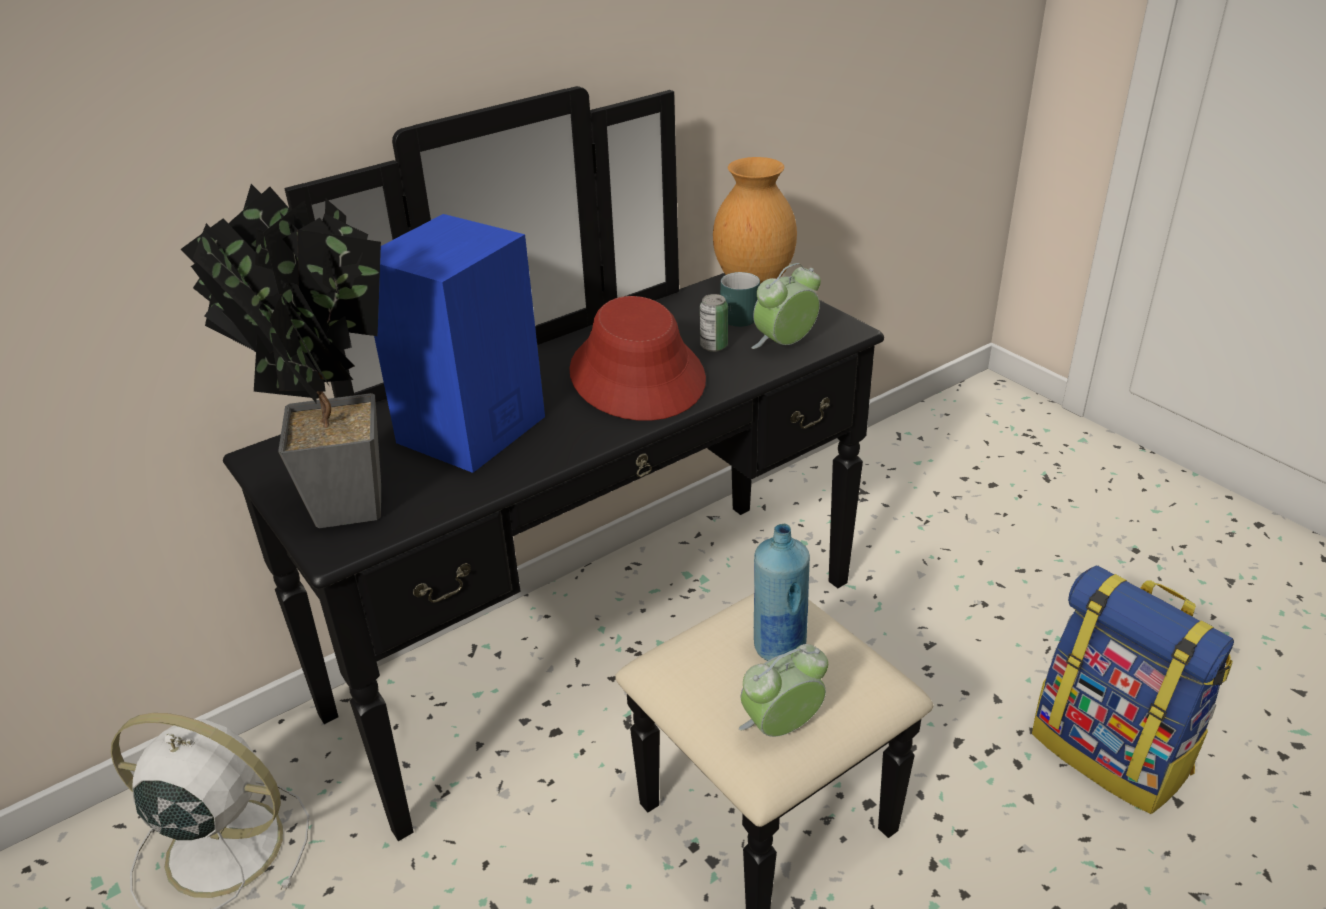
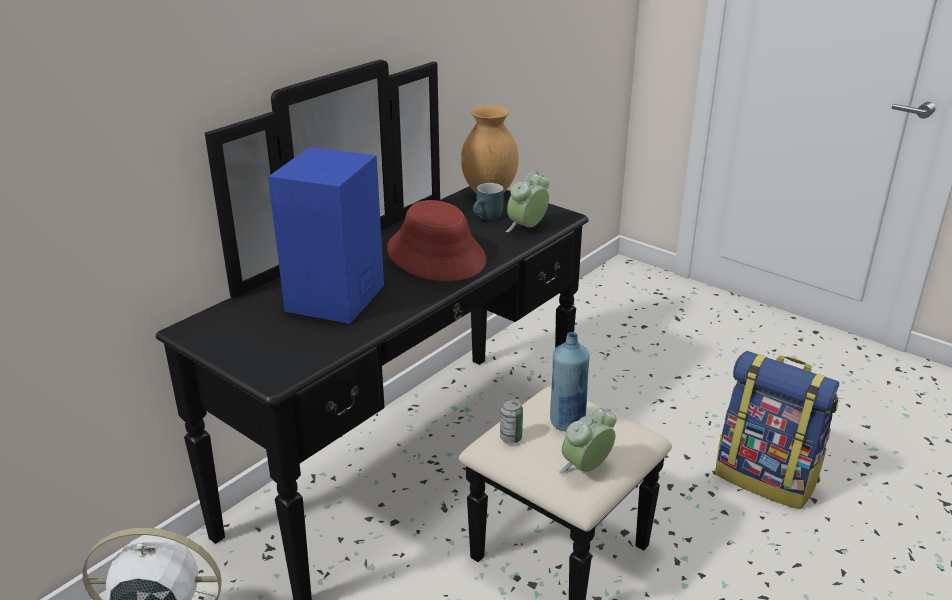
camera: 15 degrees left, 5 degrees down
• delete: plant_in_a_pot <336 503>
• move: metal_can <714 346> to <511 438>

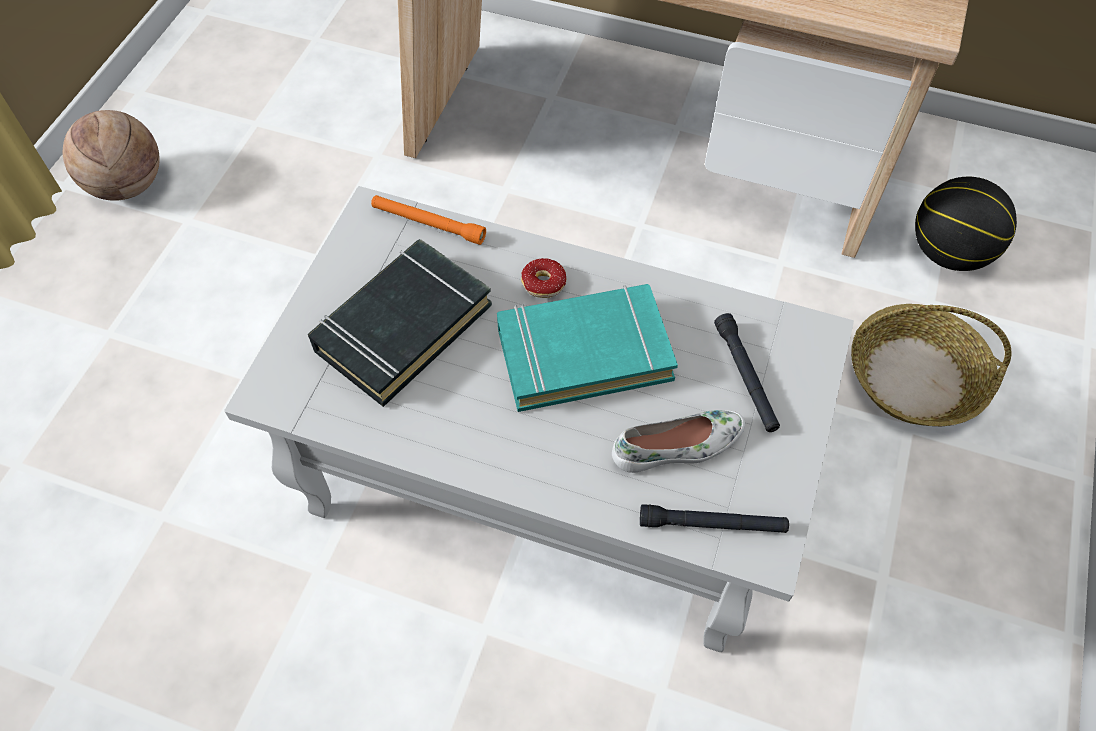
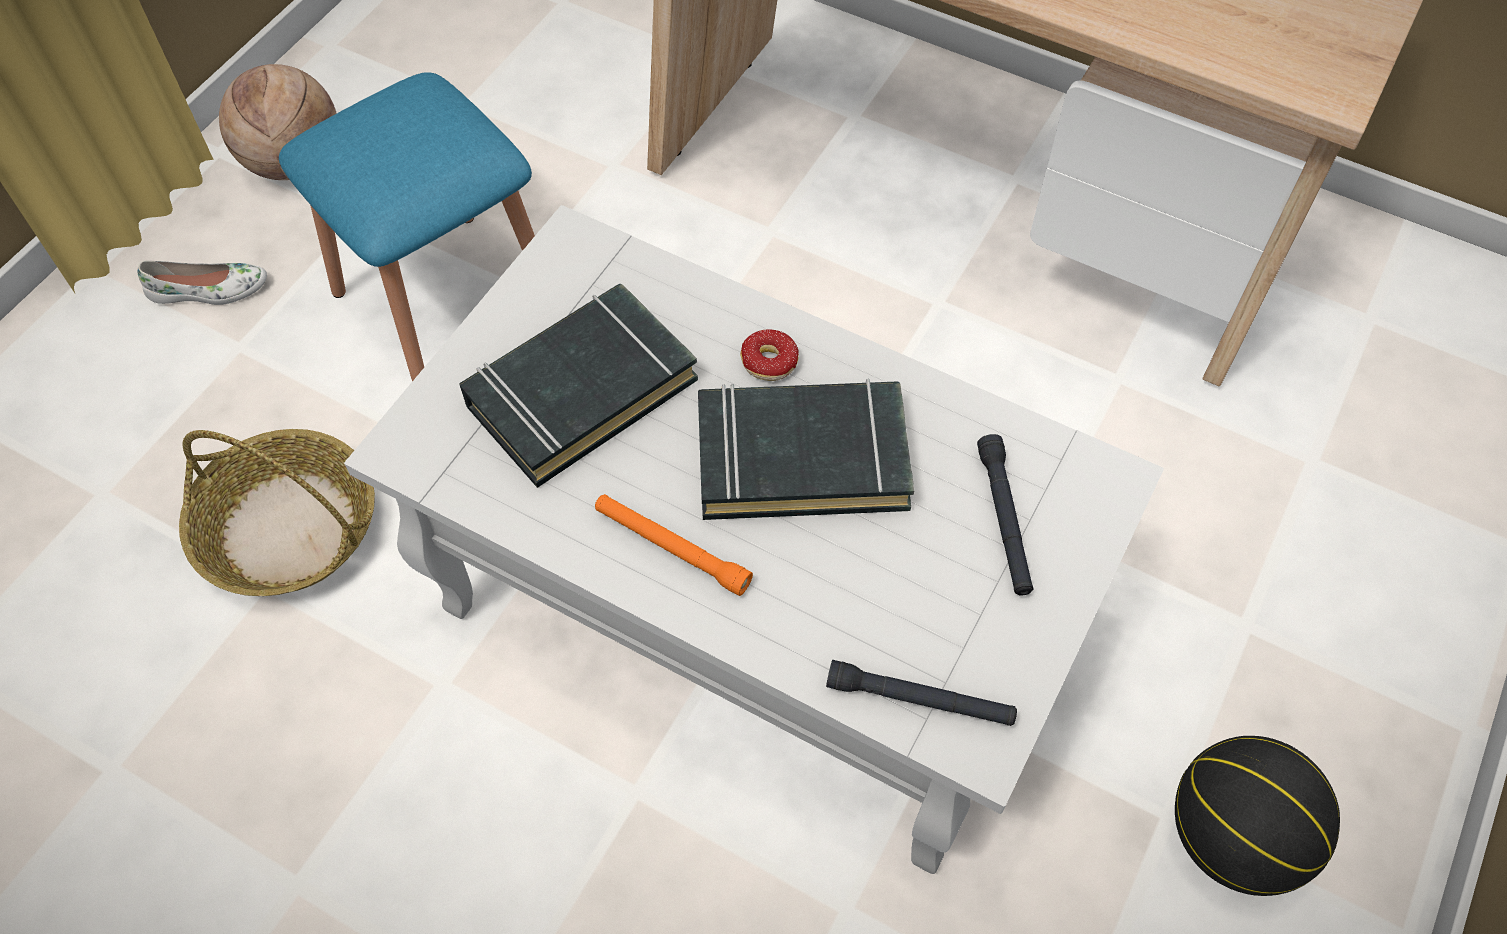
camera: 10 degrees right, 0 degrees up
• insert: blue_sitting_stool <446 300>
• move: orange-coloured_hand_torch <428 224> to <671 548>
• move: white_item_of_footwear <678 447> to <209 290>
• move: storage_basket <913 378> to <287 529>
• move: ball_for_basketball <948 253> to <1232 838>
• recolor: blue-green_bound_book <584 353> to black-coloured_bound_book <802 458>

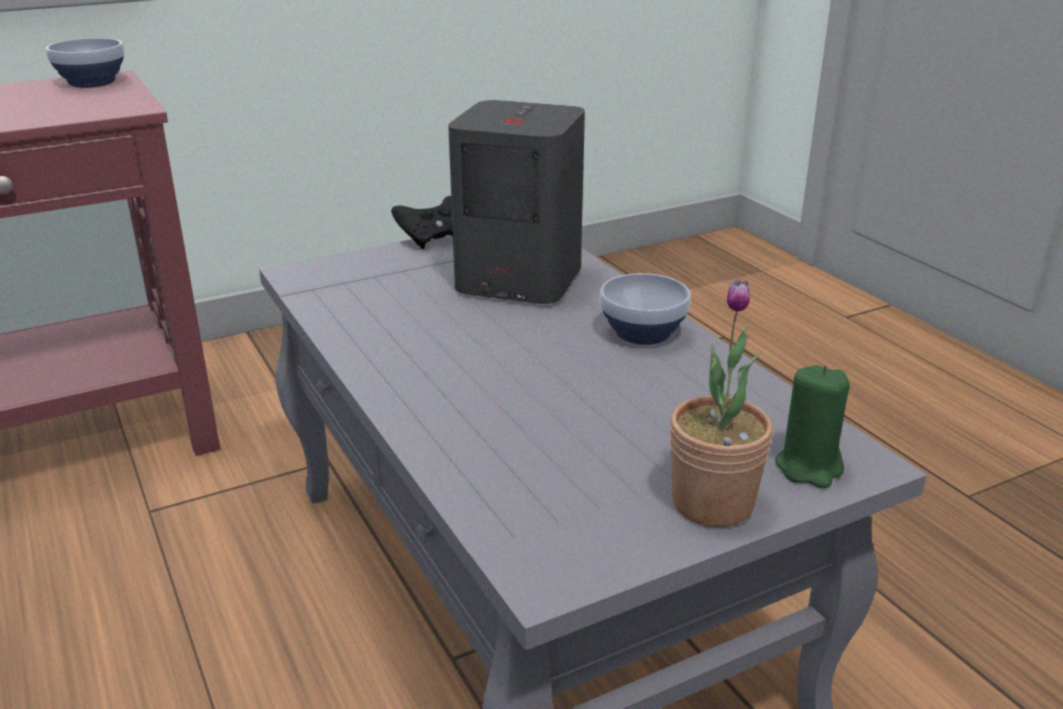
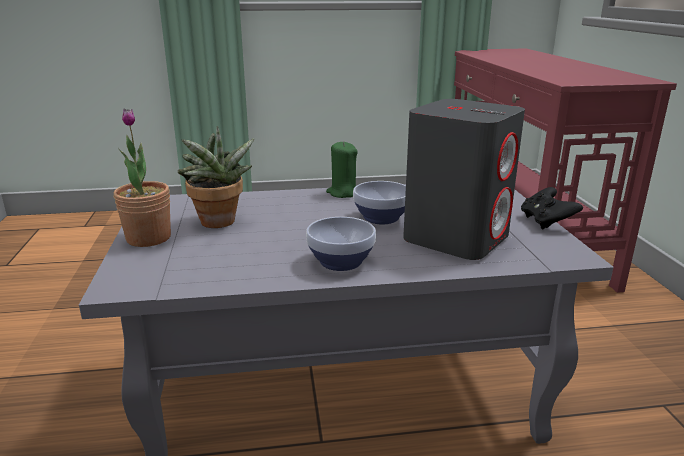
camera: 110 degrees right, 5 degrees down
• insert: plant_in_a_pot <219 224>
• move: deep_dish <90 82> to <382 218>
• move: green_wax_light <809 467> to <343 193>

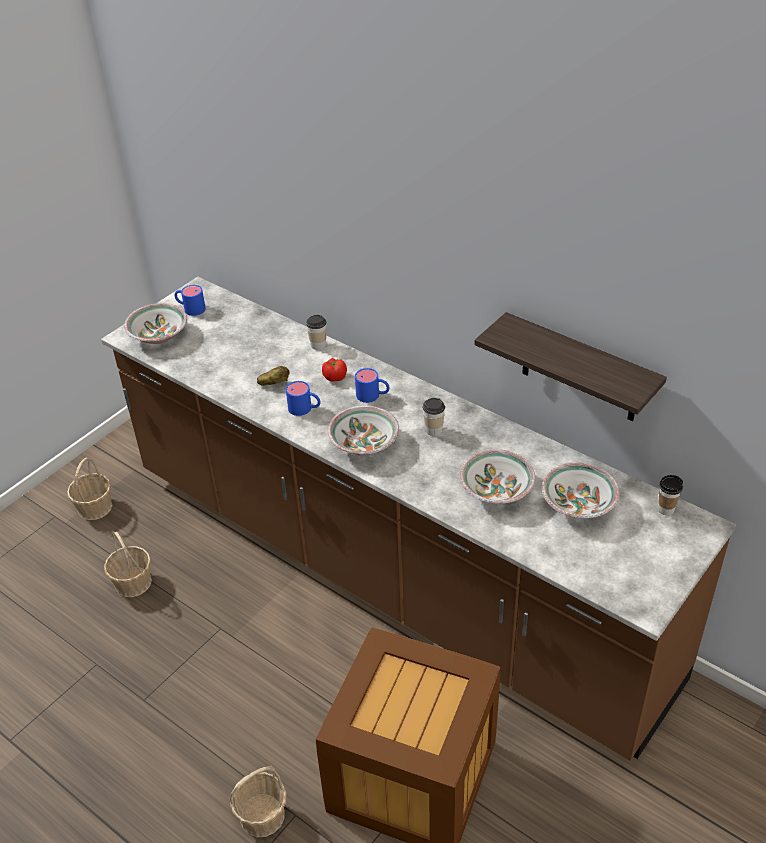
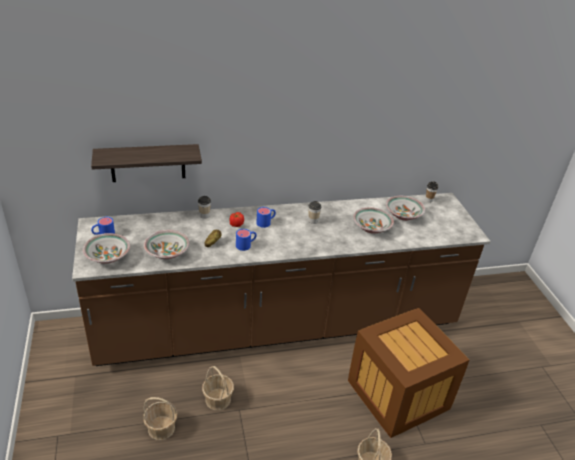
camera: 55 degrees left, 5 degrees down
• move: storage_basket <95 507> to <218 399>
• move: deep_dish <364 444> to <167 253>
• move: bracket_shelf <580 369> to <148 163>

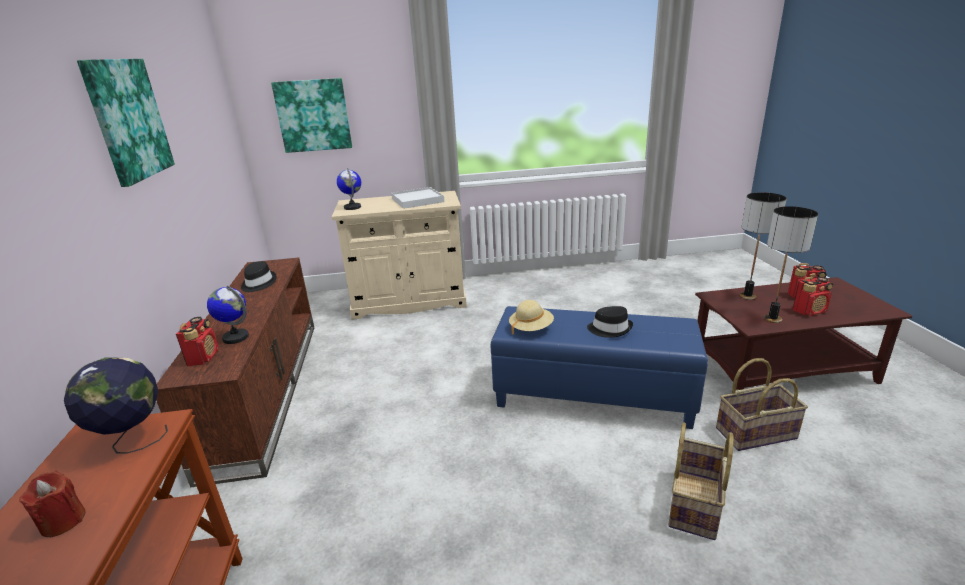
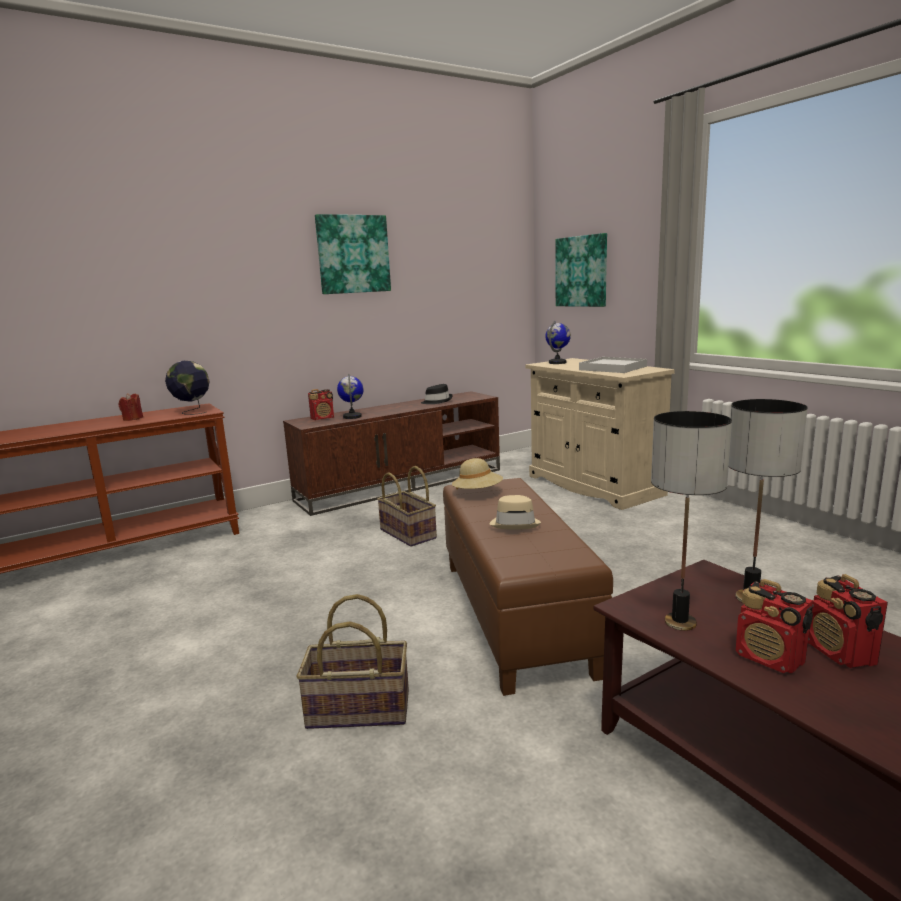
camera: 65 degrees right, 10 degrees down
• move: storage_basket <755 432> to <409 533>
• recolor: blue_pouffe <593 395> to brown_pouffe <515 614>
• recolor: black-coloured_hat <610 329> to sand-coloured_hat <515 524>

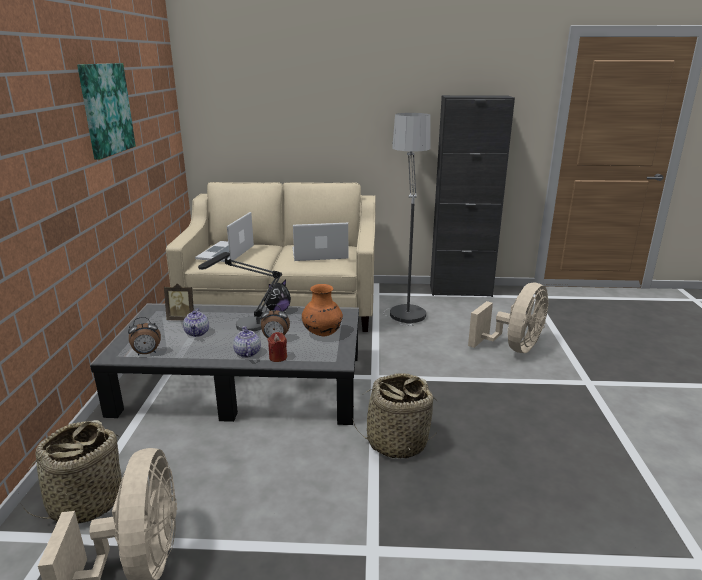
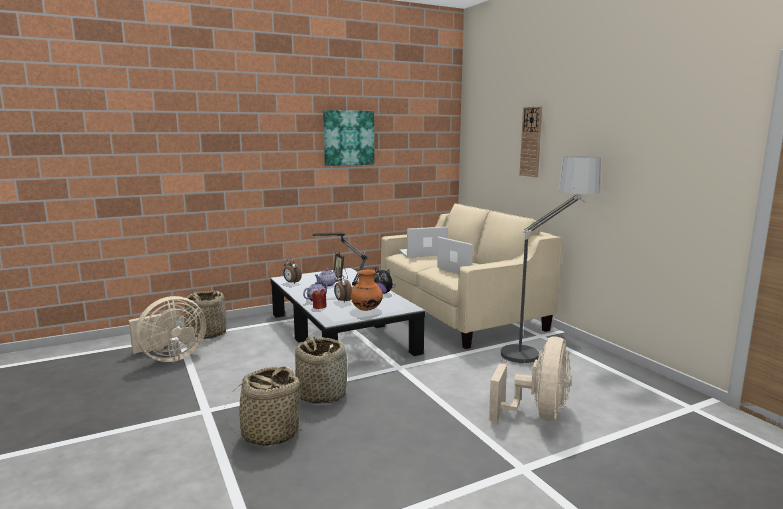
camera: 60 degrees right, 10 degrees down
• delete: black-coloured_storage_cabinet <460 291>
• insert: storage_basket <270 433>
• insert: hanging_clock <531 142>
• rotate: sand-coloured_cooling_fan <513 347> = <537 415> 75 degrees counterclockwise

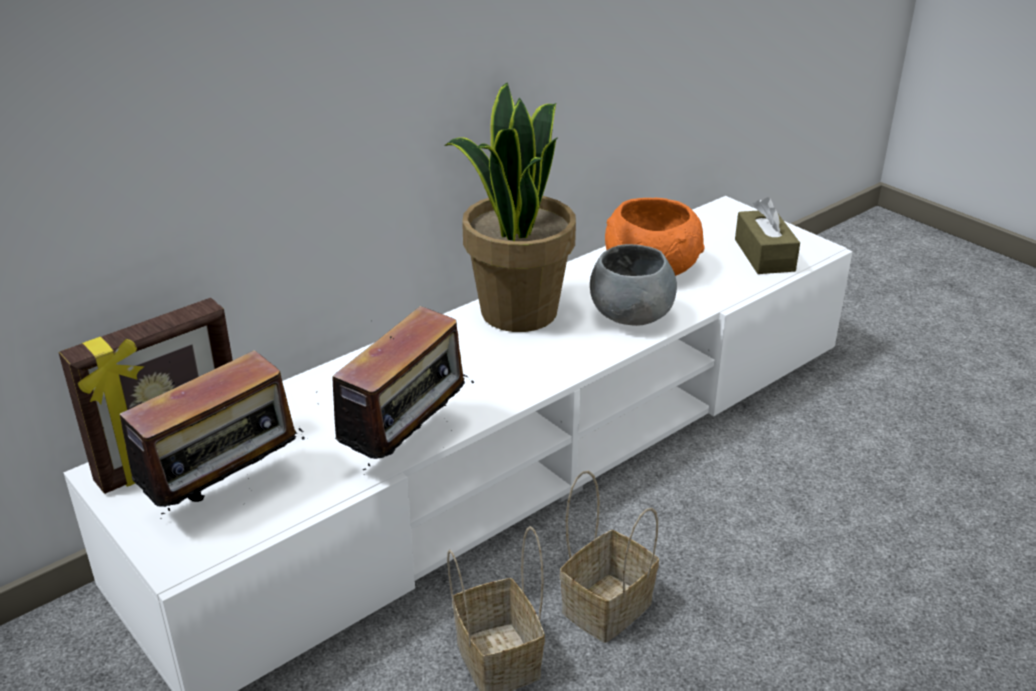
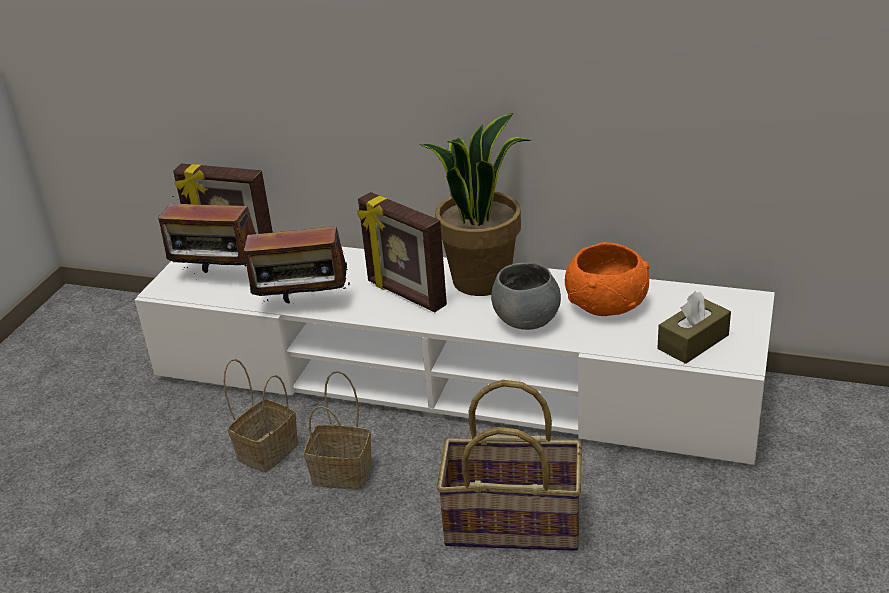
camera: 60 degrees right, 0 degrees up
• insert: photo_frame <405 294>
• insert: storage_basket <514 522>

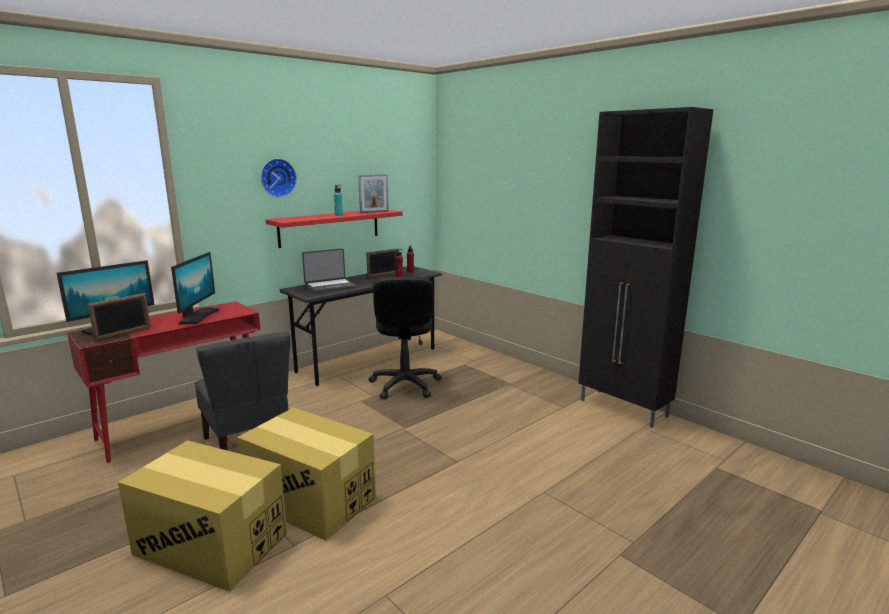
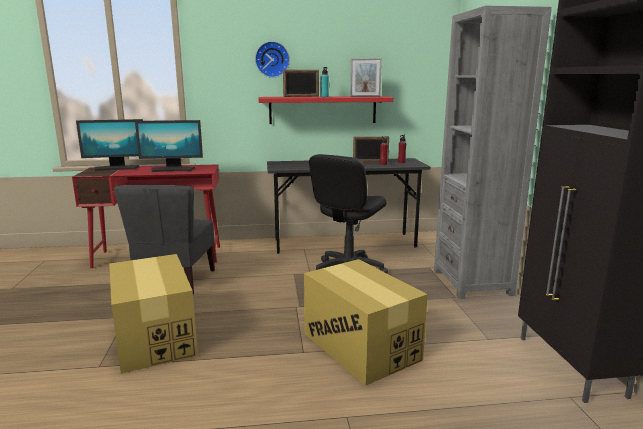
camera: 35 degrees right, 0 degrees up
• delete: portable_computer <330 286>
• insert: grey_bookshelf <472 282>
• move: photo_frame <123 334> to <301 96>
• move: packing_box <212 544> to <361 346>
• rotate: monitor <198 316> = <172 169> 45 degrees clockwise

